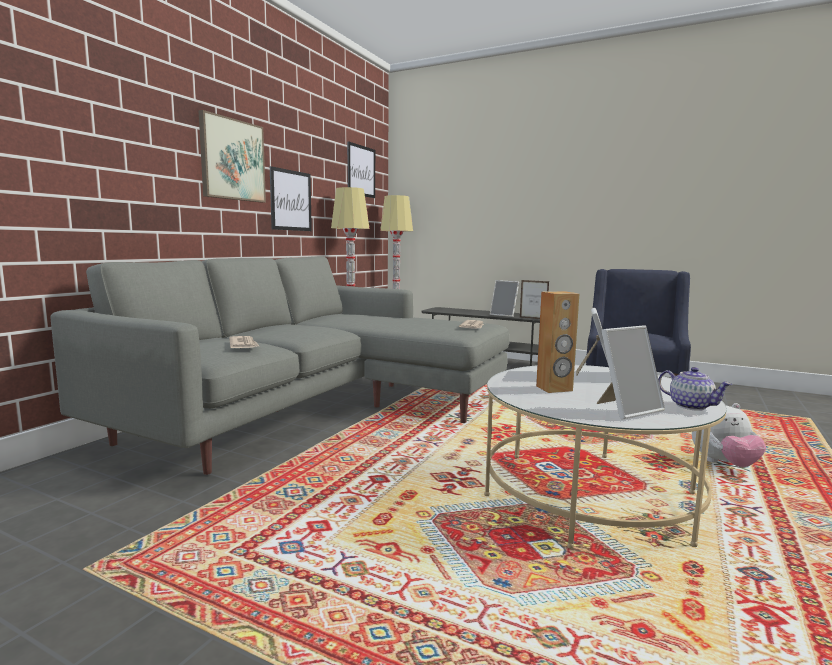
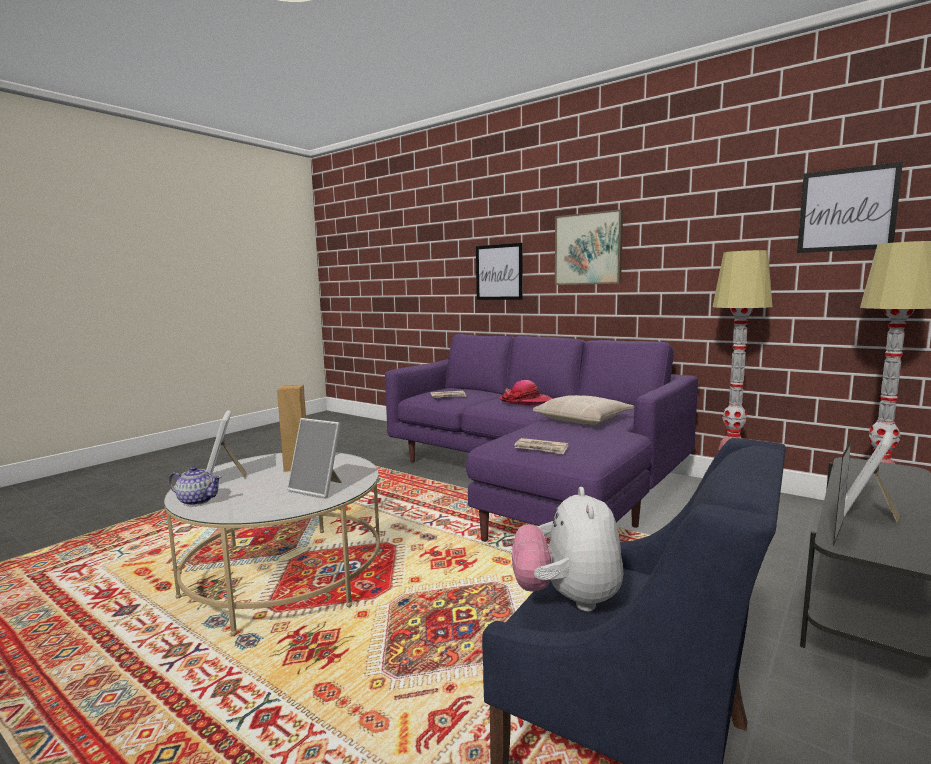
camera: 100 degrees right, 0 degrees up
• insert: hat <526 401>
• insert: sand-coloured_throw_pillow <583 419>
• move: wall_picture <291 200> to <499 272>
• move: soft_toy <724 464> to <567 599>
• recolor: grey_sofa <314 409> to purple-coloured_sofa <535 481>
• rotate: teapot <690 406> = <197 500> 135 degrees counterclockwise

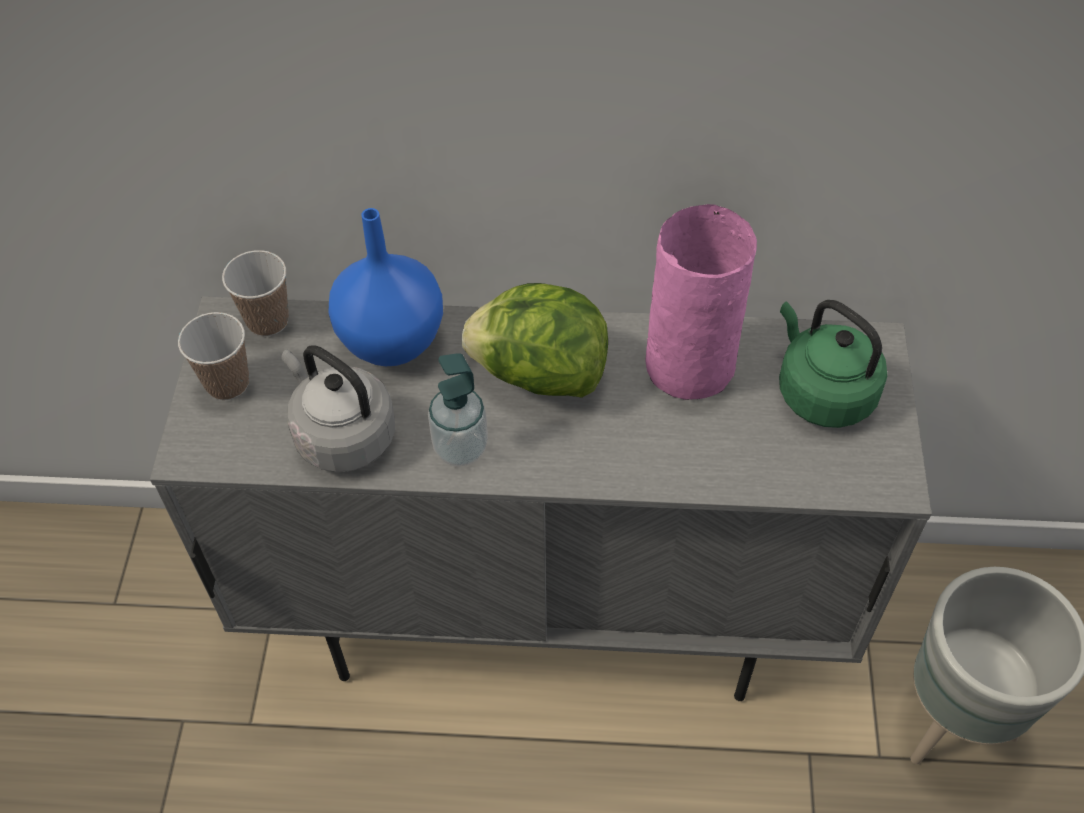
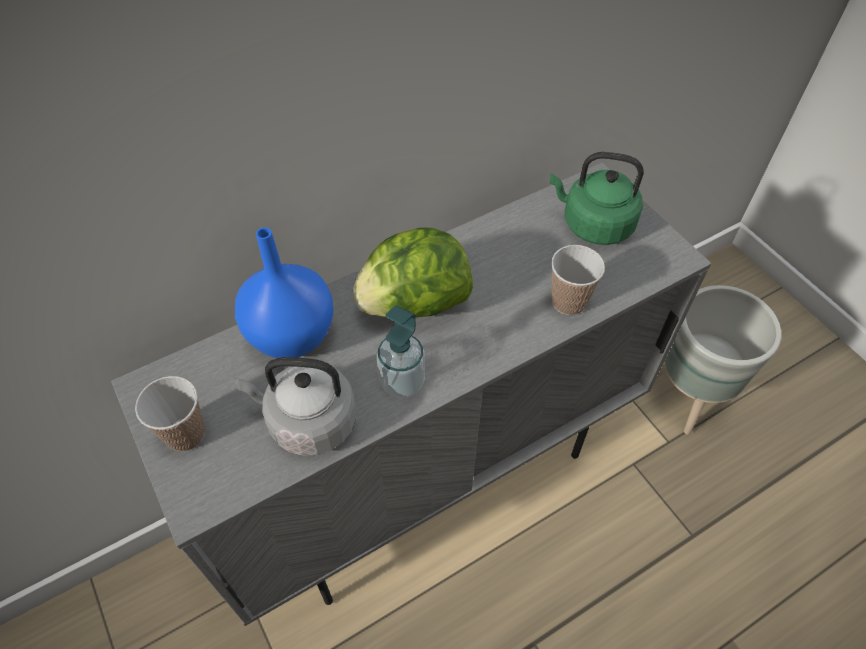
camera: 35 degrees left, 0 degrees up
• delete: pinkish_decorative_vase <687 363>
• move: small_cup <268 321> to <568 302>

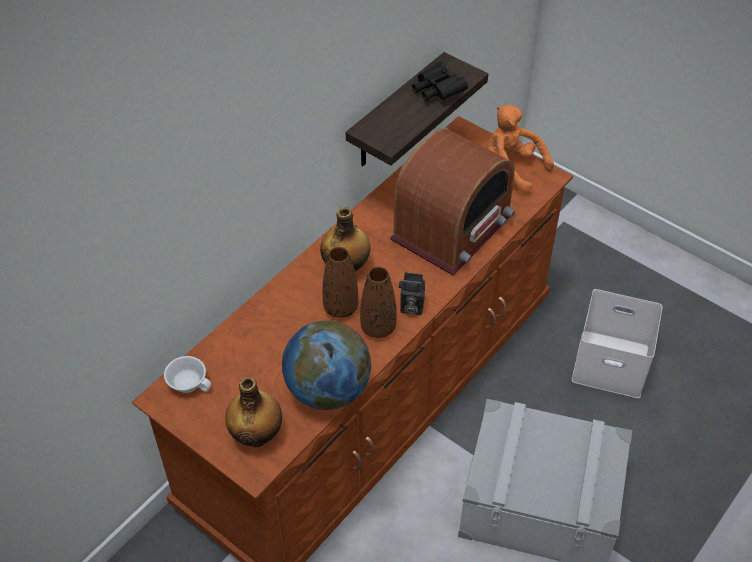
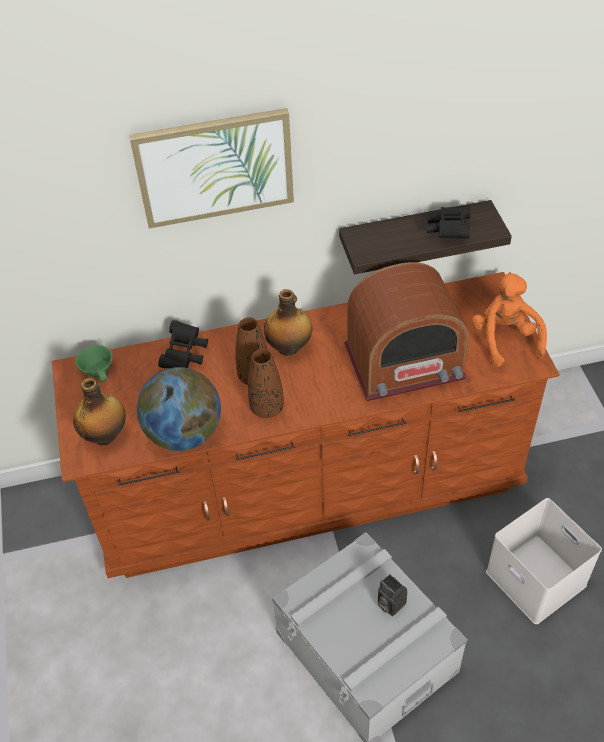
camera: 40 degrees right, 0 degrees up
• insert: wall_picture <214 167>
• insert: black-coloured_pair_of_binoculars <185 354>
• move: still_camera <410 307> to <389 603>
• recolor: white_small_cup <189 382> to green_small_cup <99 369>

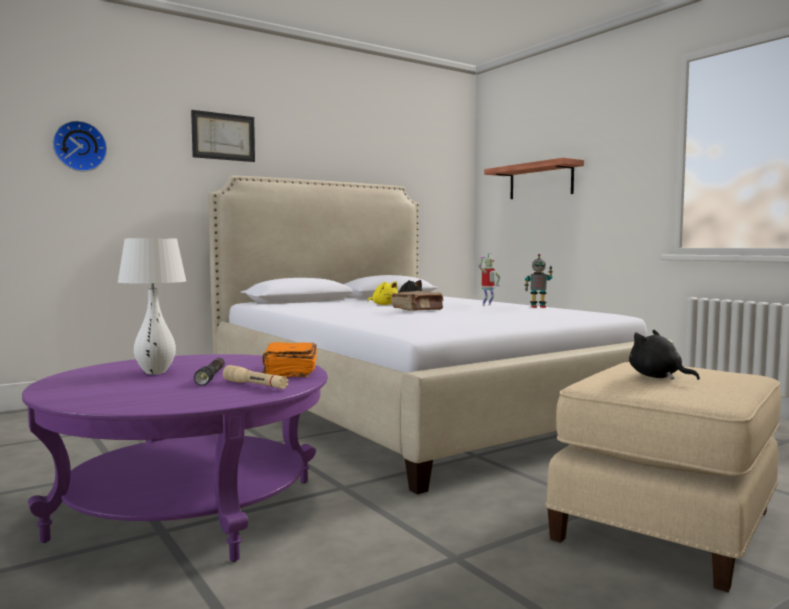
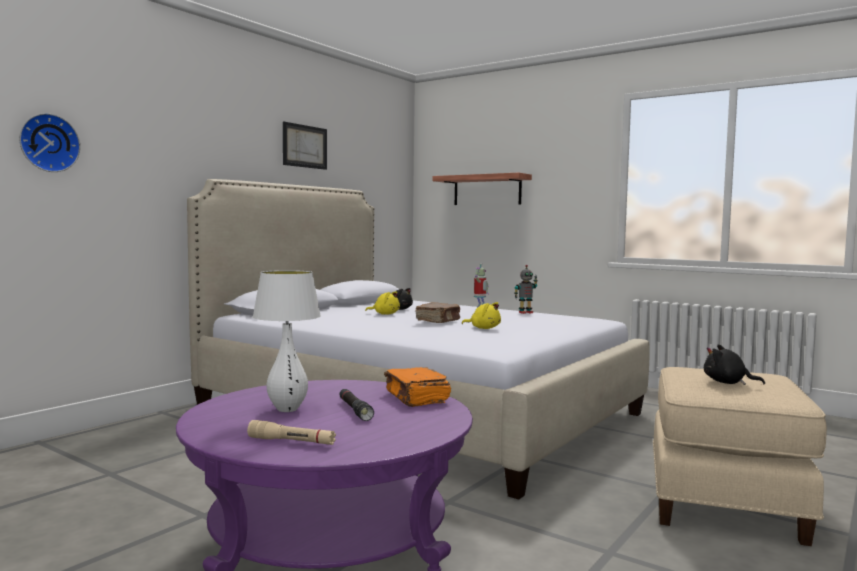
camera: 20 degrees left, 0 degrees up
• insert: yellow-coloured_soft_toy <483 328>
• move: wall_picture <223 136> to <304 146>
• move: sand-coloured_hand_torch <255 385> to <291 441>

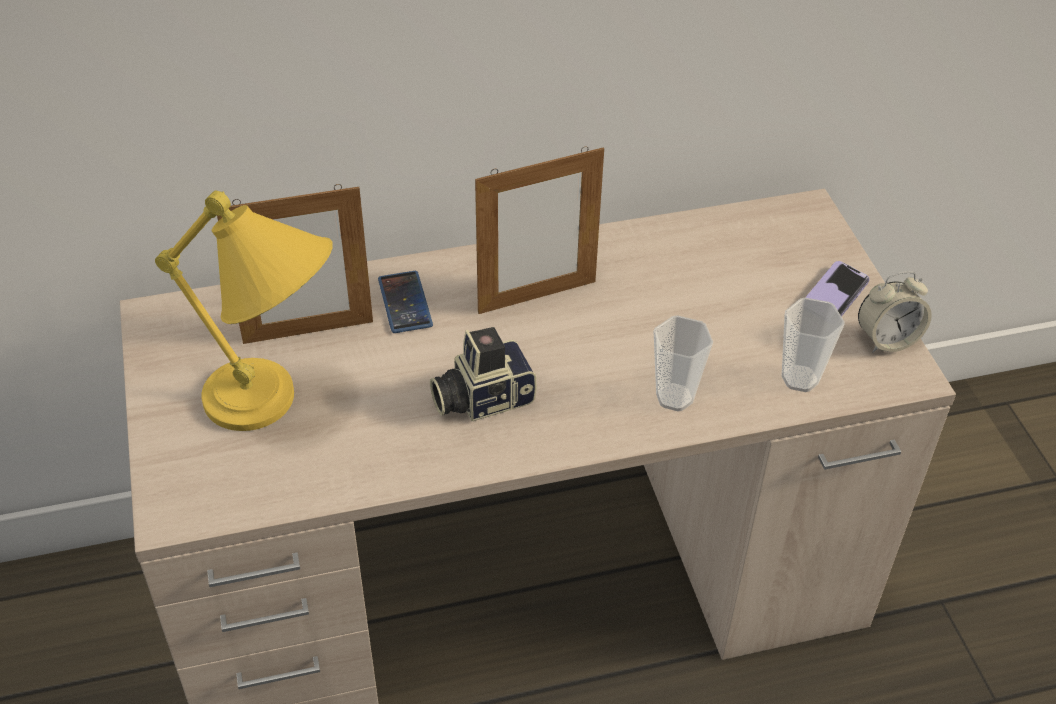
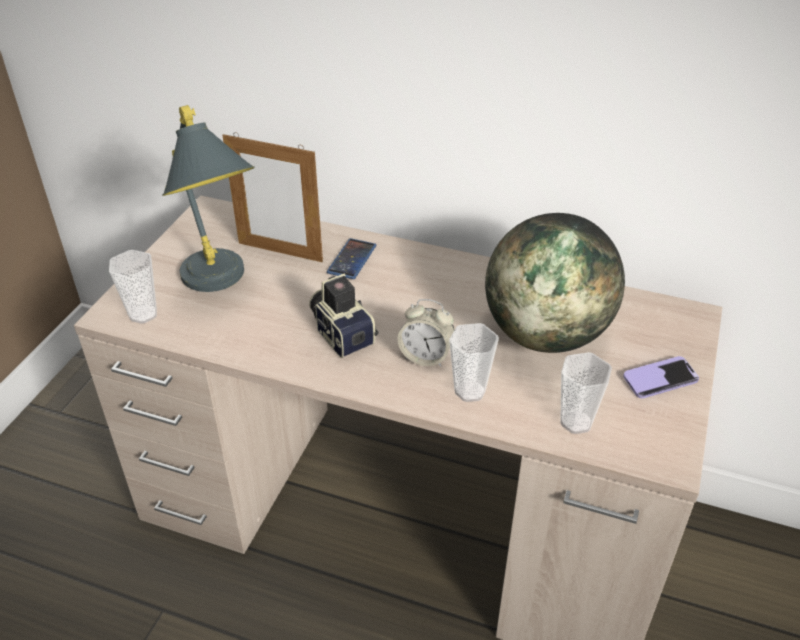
camera: 35 degrees right, 5 degrees down
• delete: photo_frame <537 297>
• insert: small_cup <143 314>
• insert: desk_globe <545 334>
• move: alarm_clock <887 340> to <426 356>
• recolor: yellow-coloured_lamp_for_a_table <277 409> to grey_lamp_for_a_table <220 285>
• rotate: still_camera <481 398> = <342 333> 45 degrees clockwise

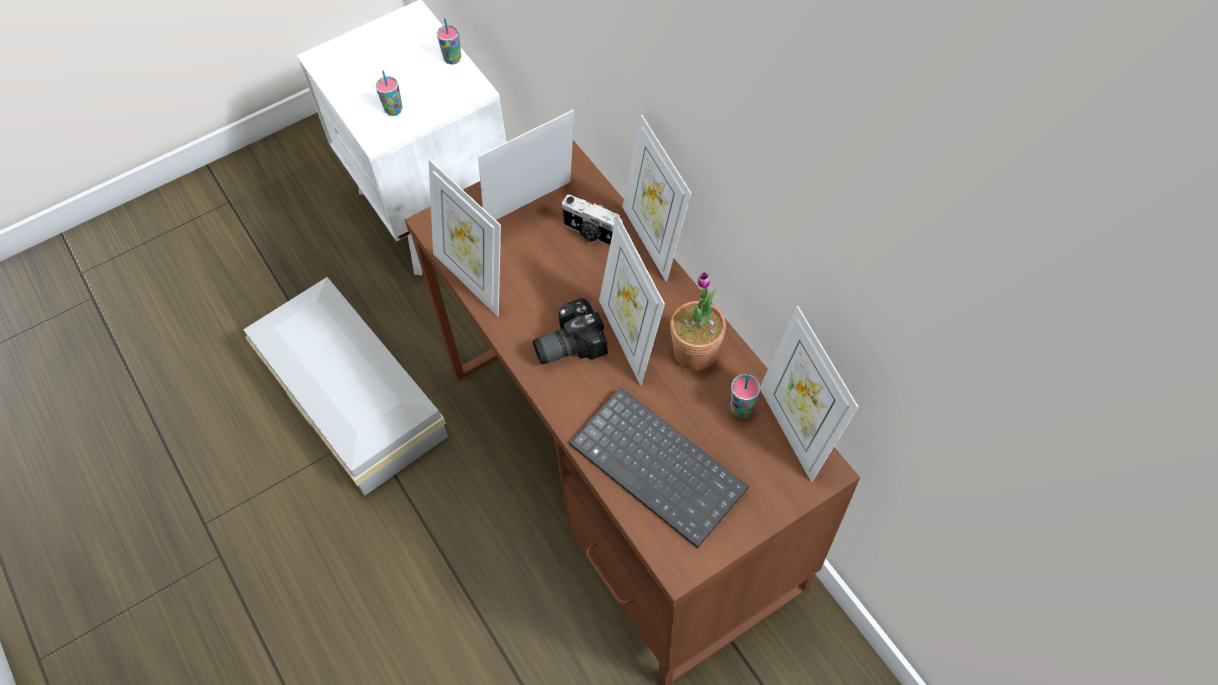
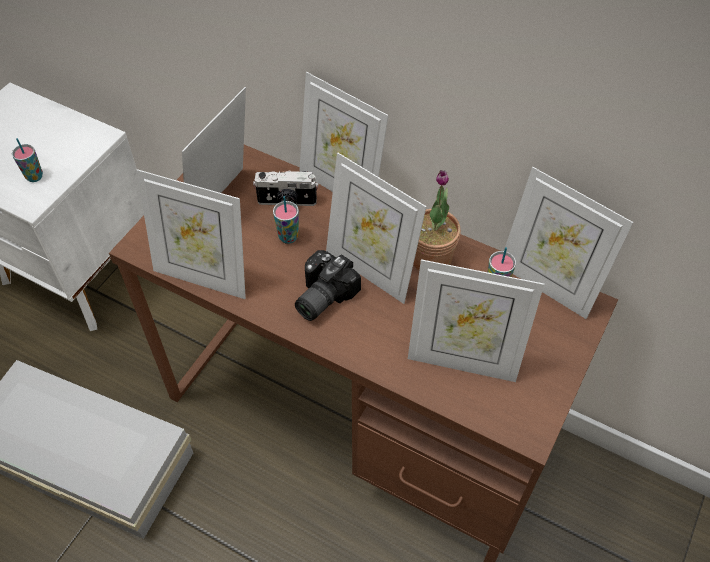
camera: 30 degrees left, 5 degrees down
• move: small_cup <452 59> to <288 237>
• replace: computer_keyboard <661 466> to photo_frame <463 360>

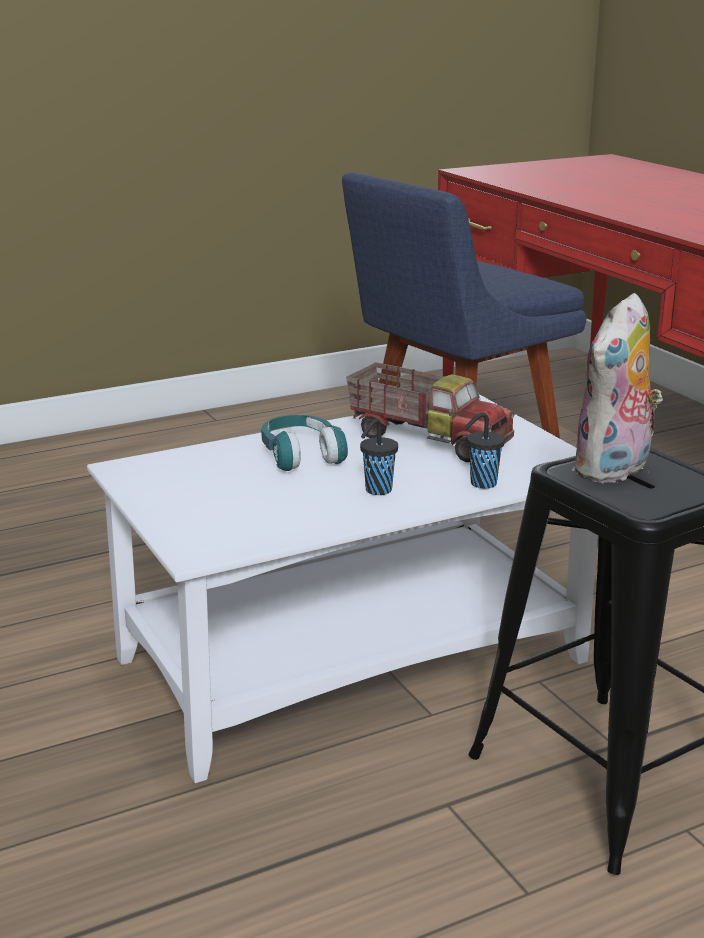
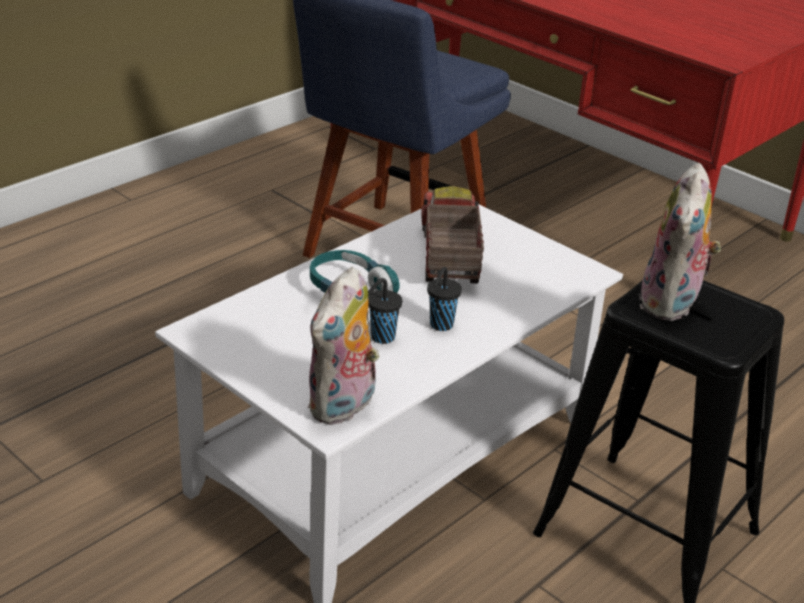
camera: 20 degrees left, 10 degrees up
• insert: soft_toy <344 407>
• move: black-coloured_small_cup <481 484> to <381 338>
• rotate: model_truck <428 439> = <448 256> 105 degrees counterclockwise

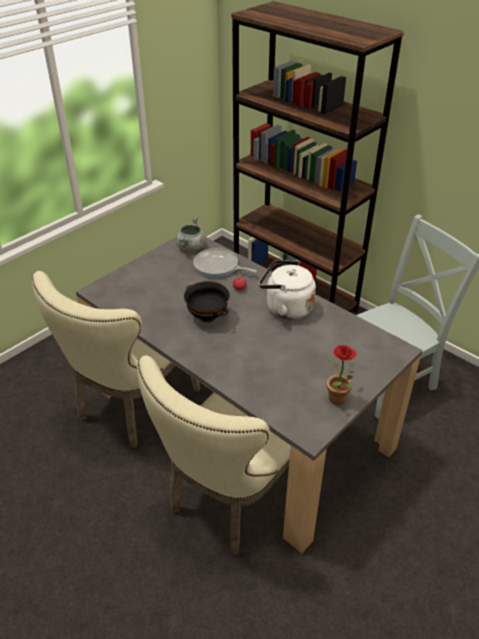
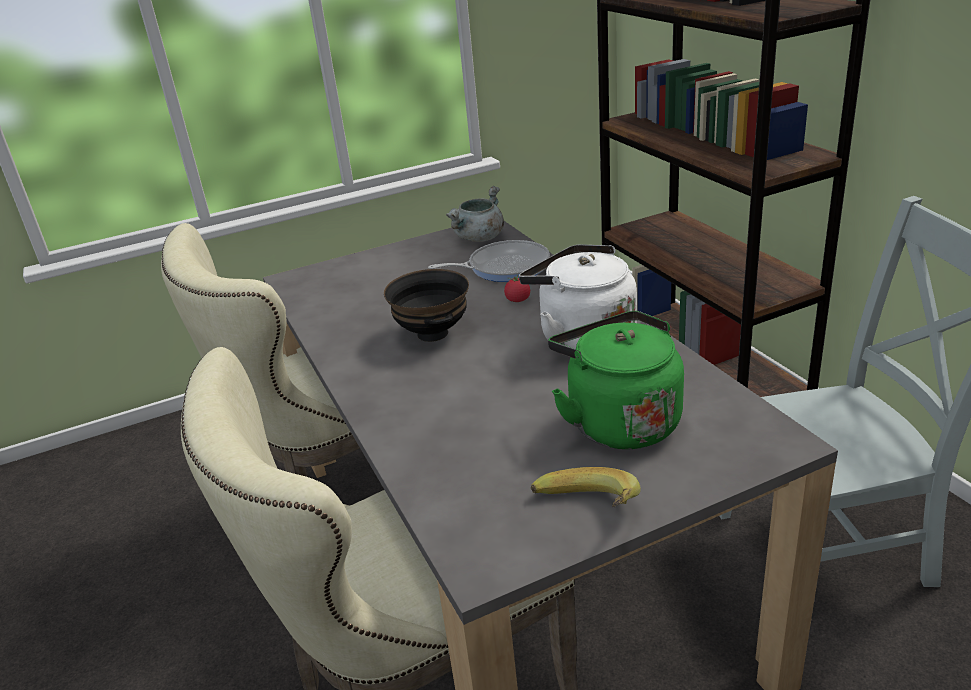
camera: 25 degrees right, 10 degrees down
• insert: green_tea_kettle <618 421>
• replace: plant_in_a_pot <339 401> to banana_fruit <587 514>
• rotate: pan <218 267> = <504 267> 120 degrees clockwise

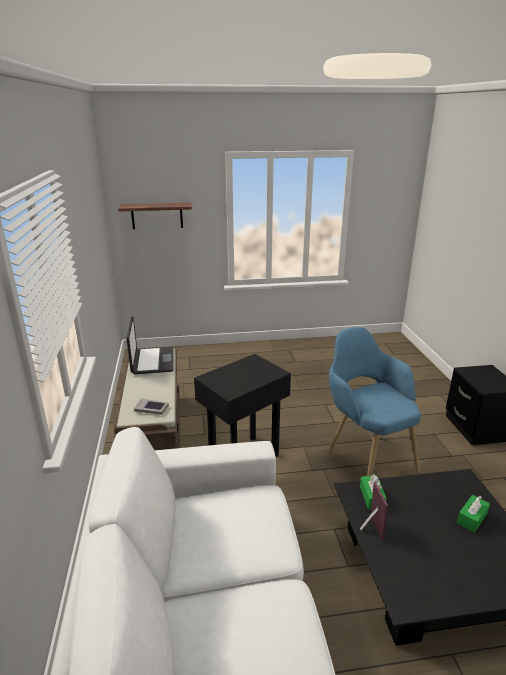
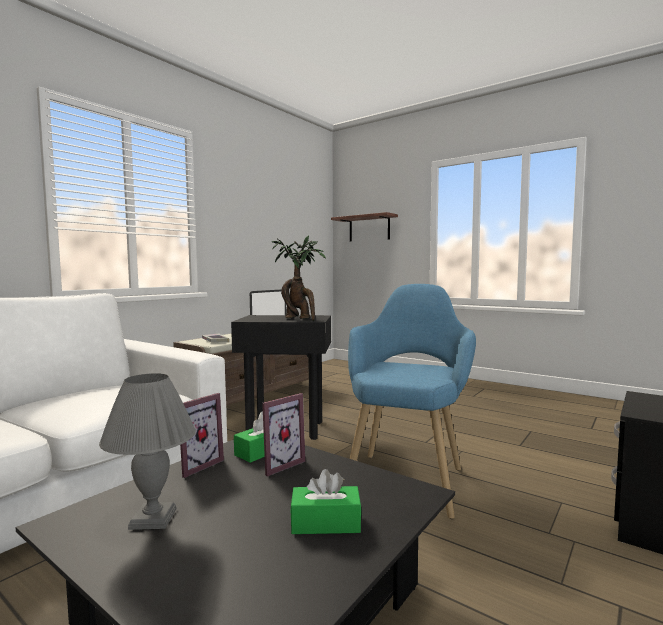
camera: 45 degrees right, 20 degrees down
• insert: grey_lamp_for_a_table <154 518>
• insert: photo_frame <278 464>
• insert: plant_in_a_pot <299 319>

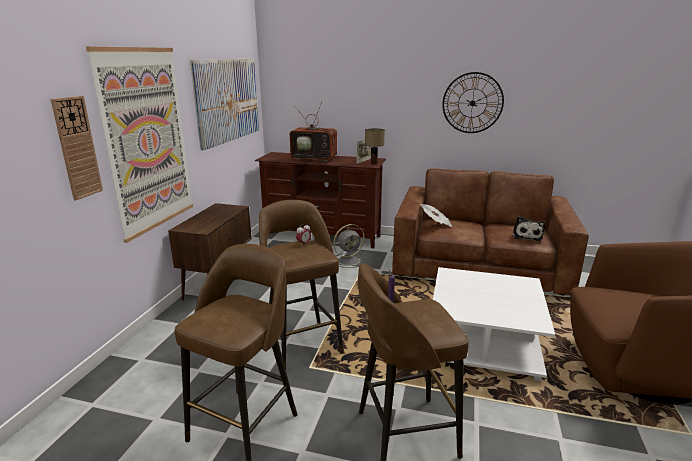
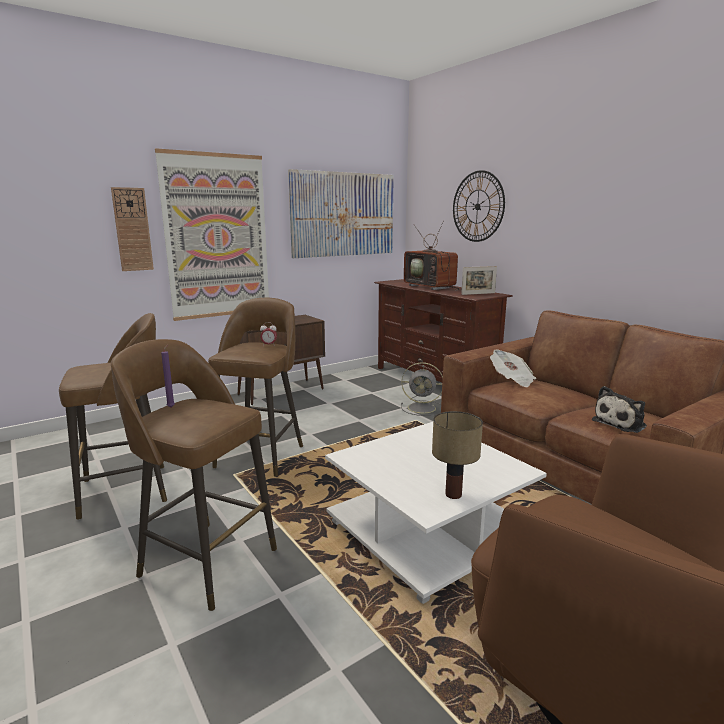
camera: 40 degrees right, 5 degrees down
• move: lamp_for_a_table <374 163> to <454 494>
• move: hanging_clock <472 103> to <477 206>

